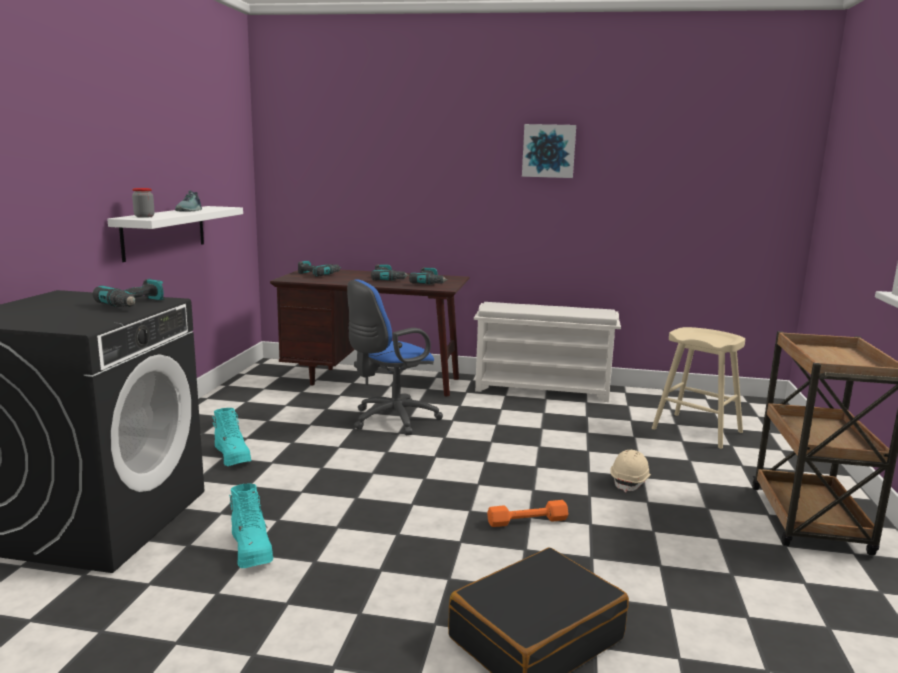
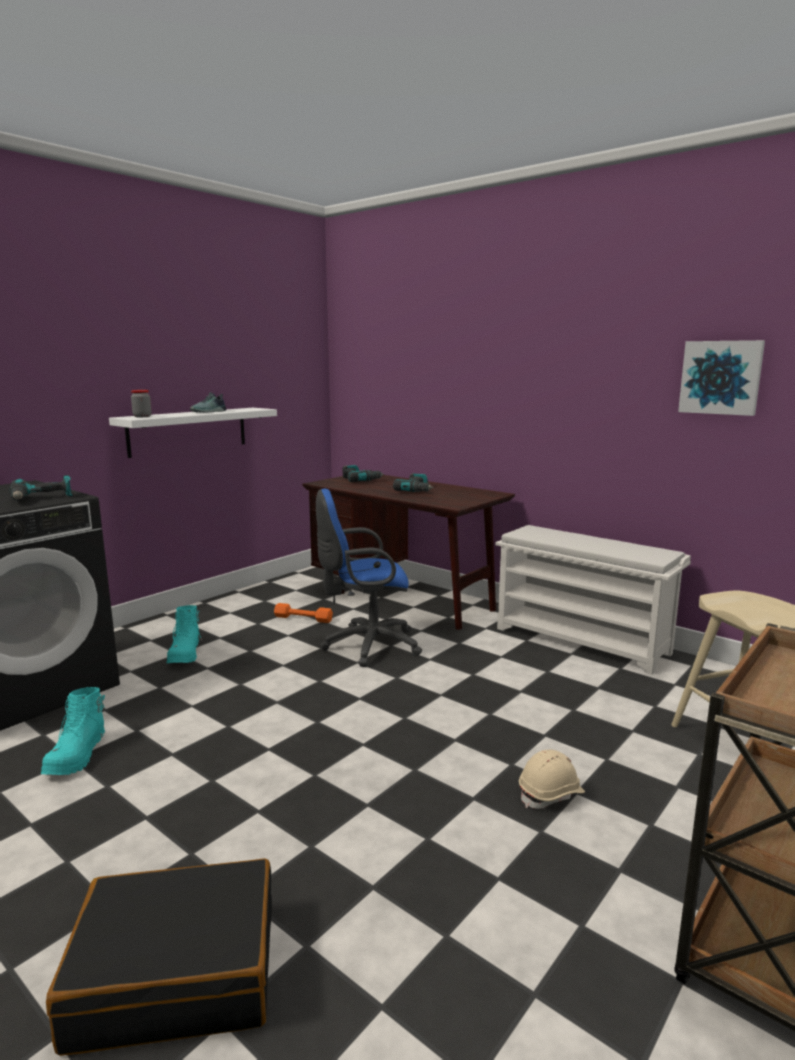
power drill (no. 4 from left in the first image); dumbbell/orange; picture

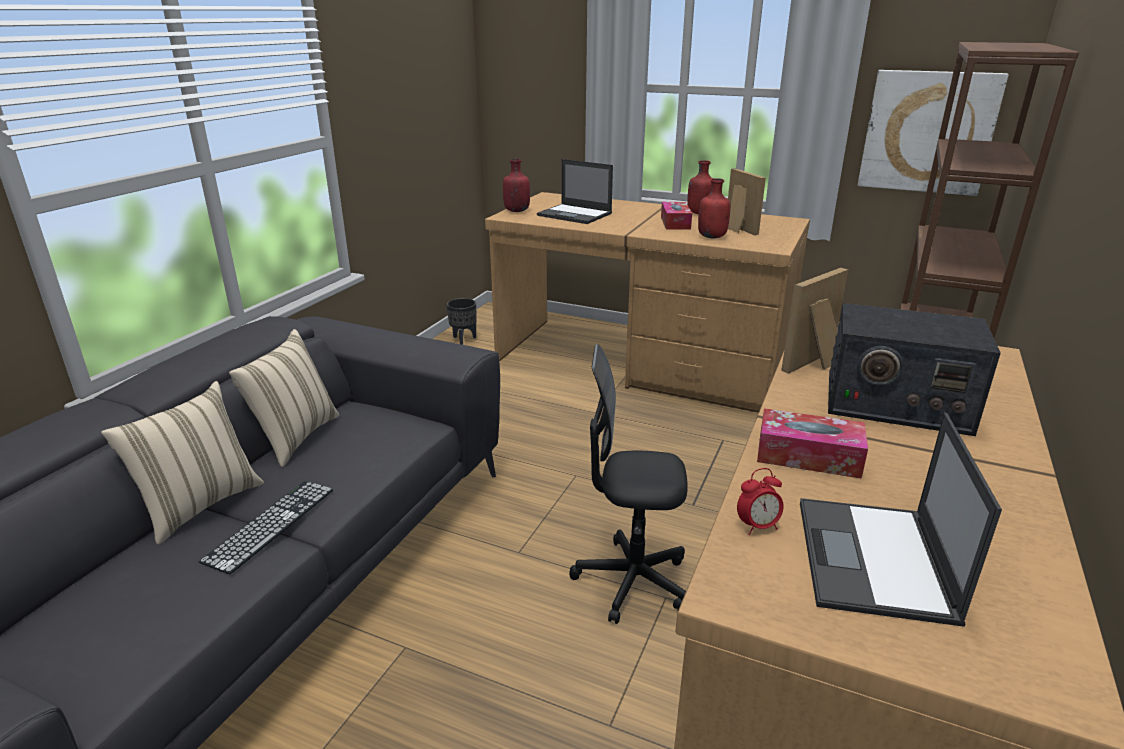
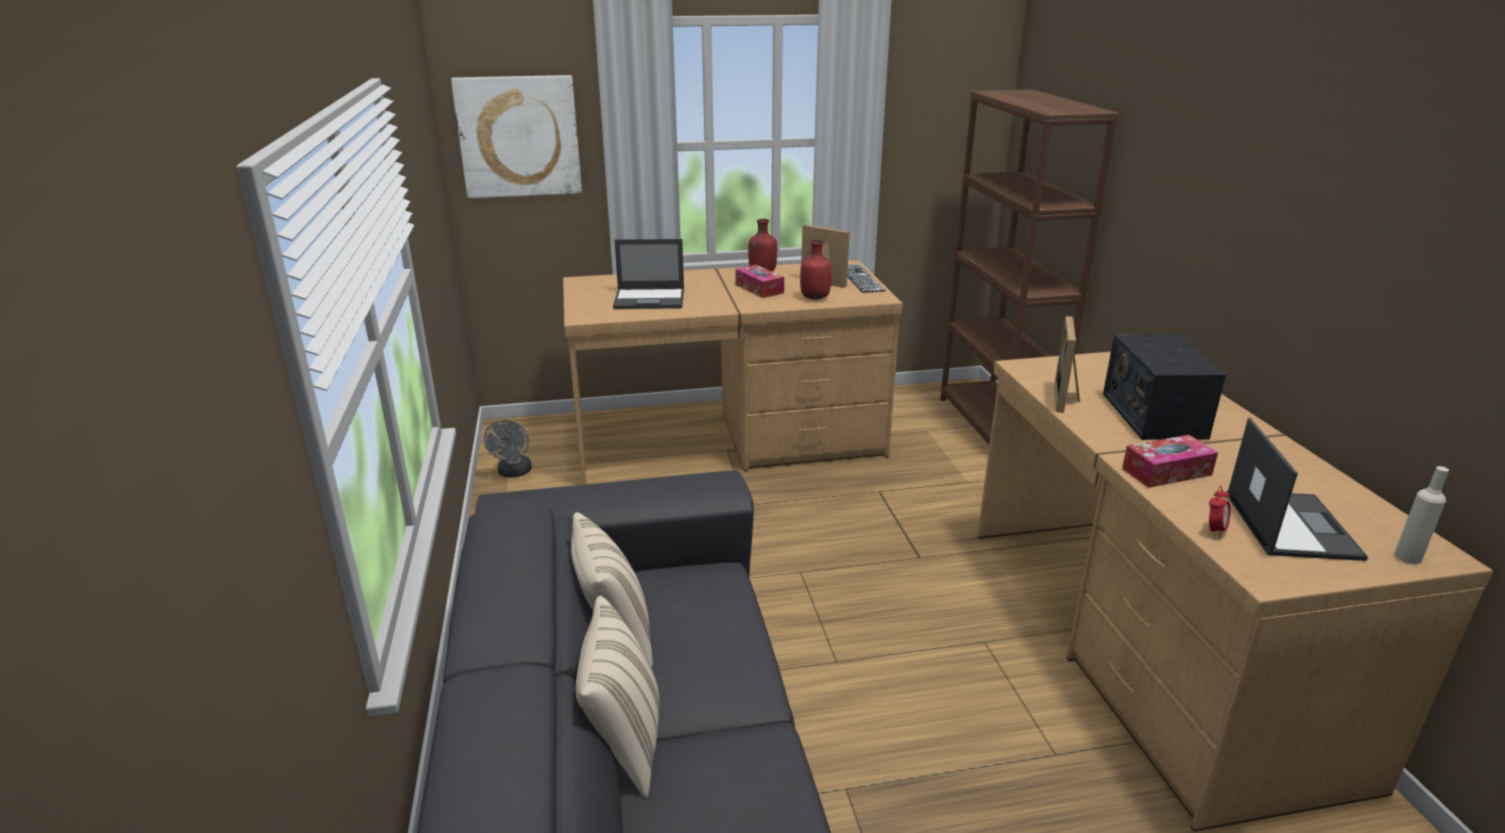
keyboard; fan/grey; bottle/red (no. 1 from left in the first image); office chair/black; laptop (no. 2 from left); radio; picture; bottle/beige

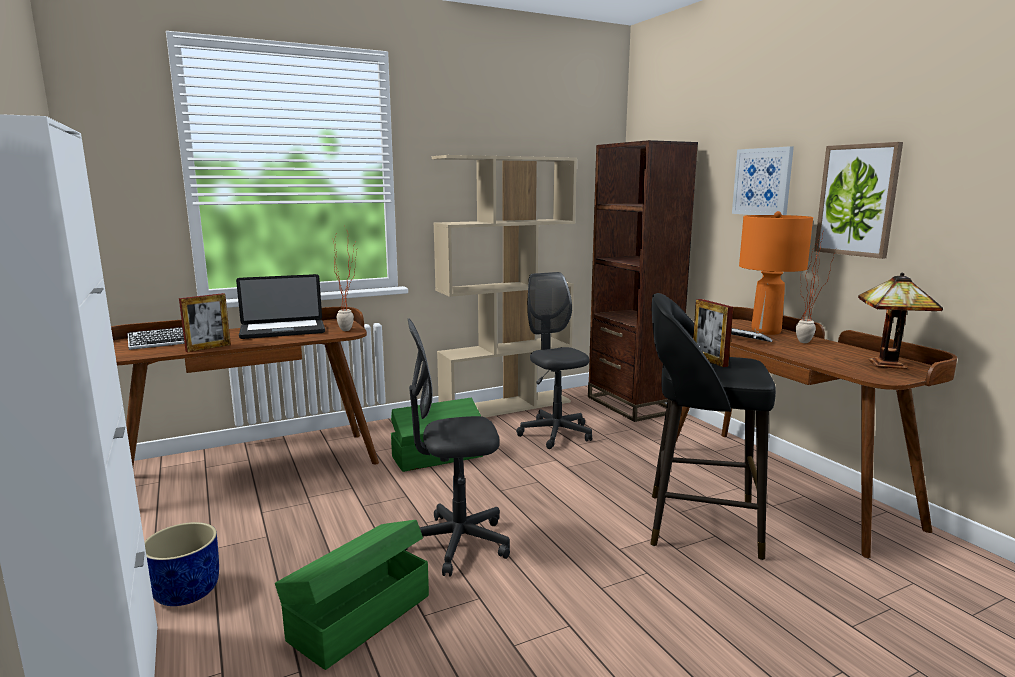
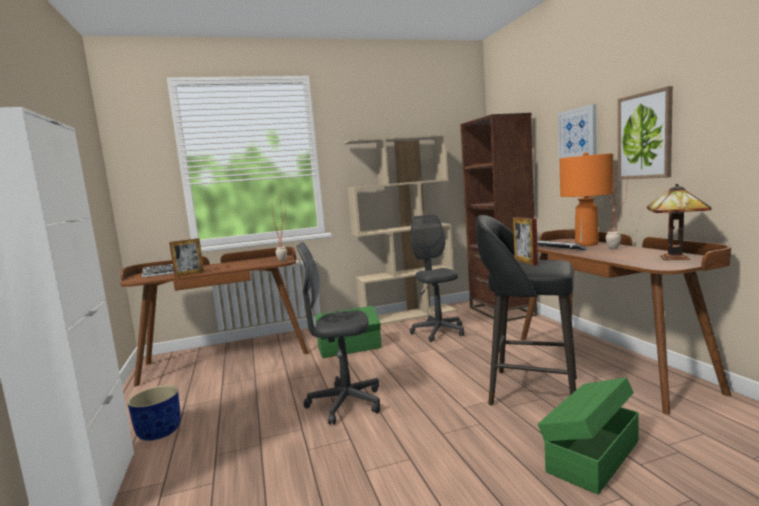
laptop; storage box/green (no. 2 from left)

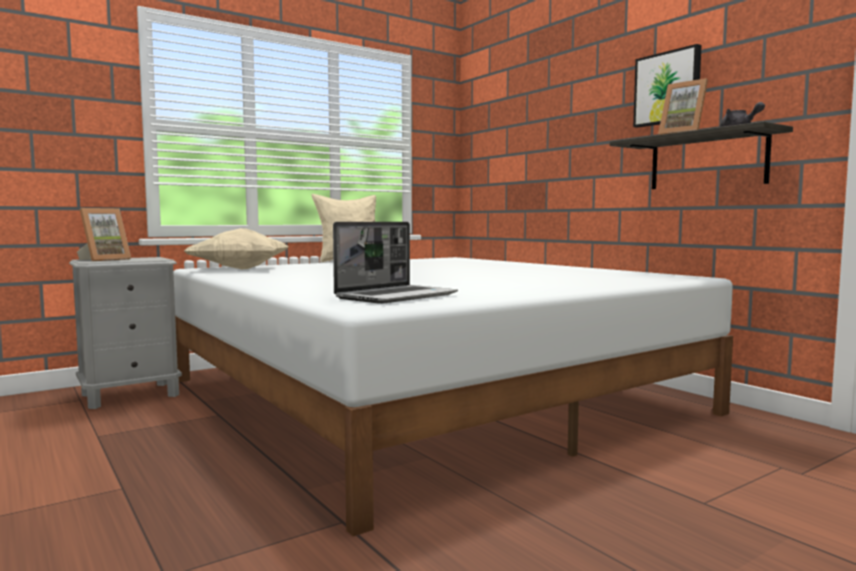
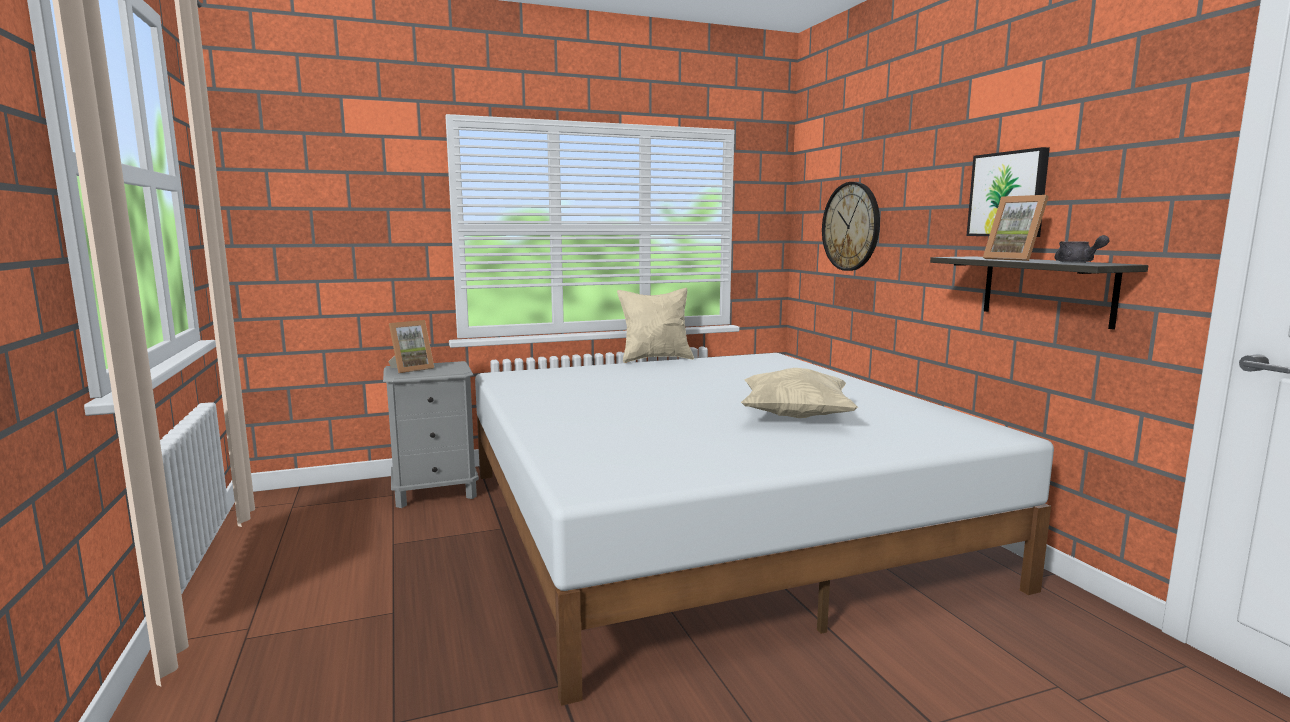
pillow/beige (no. 2 from left); laptop; wall clock

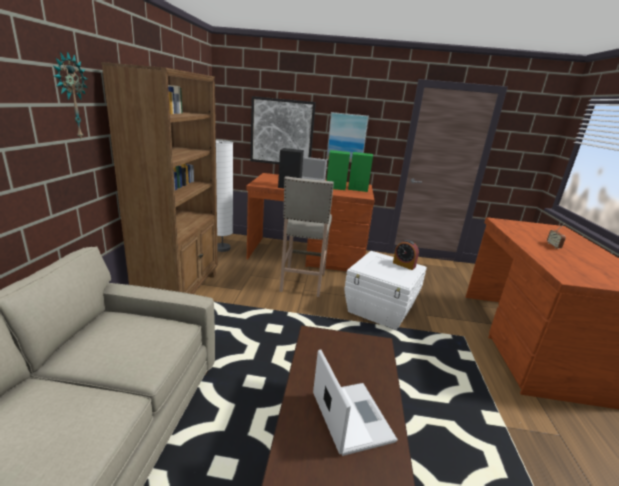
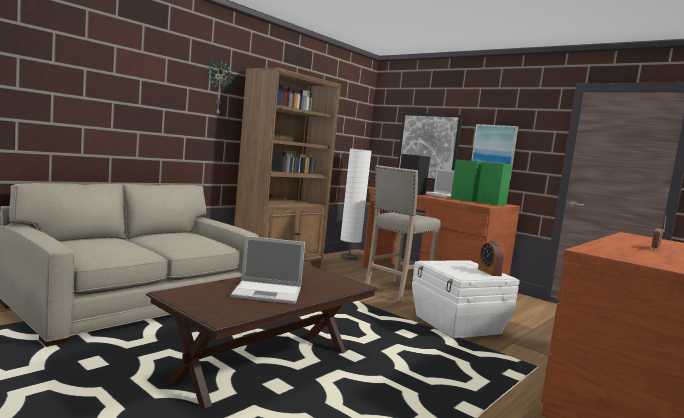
laptop (no. 1 from left)

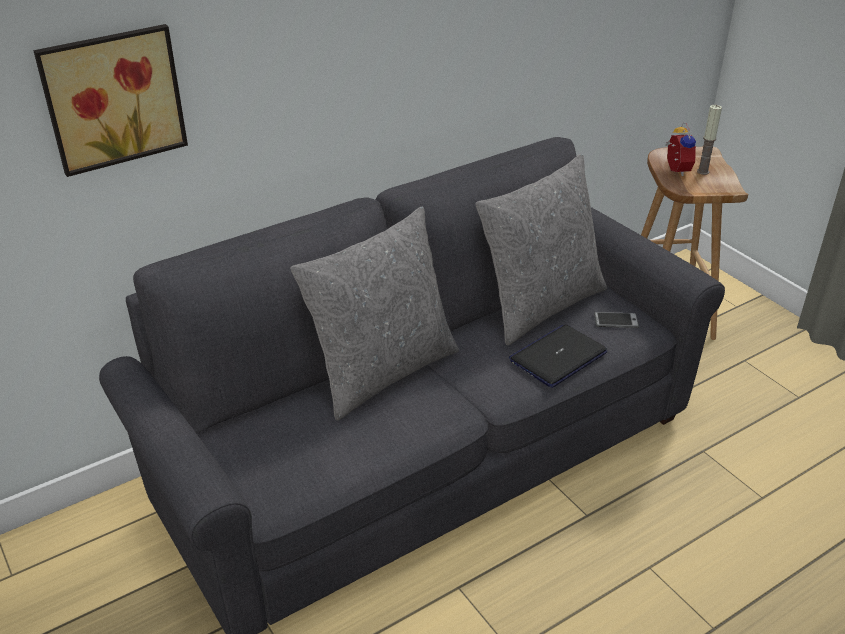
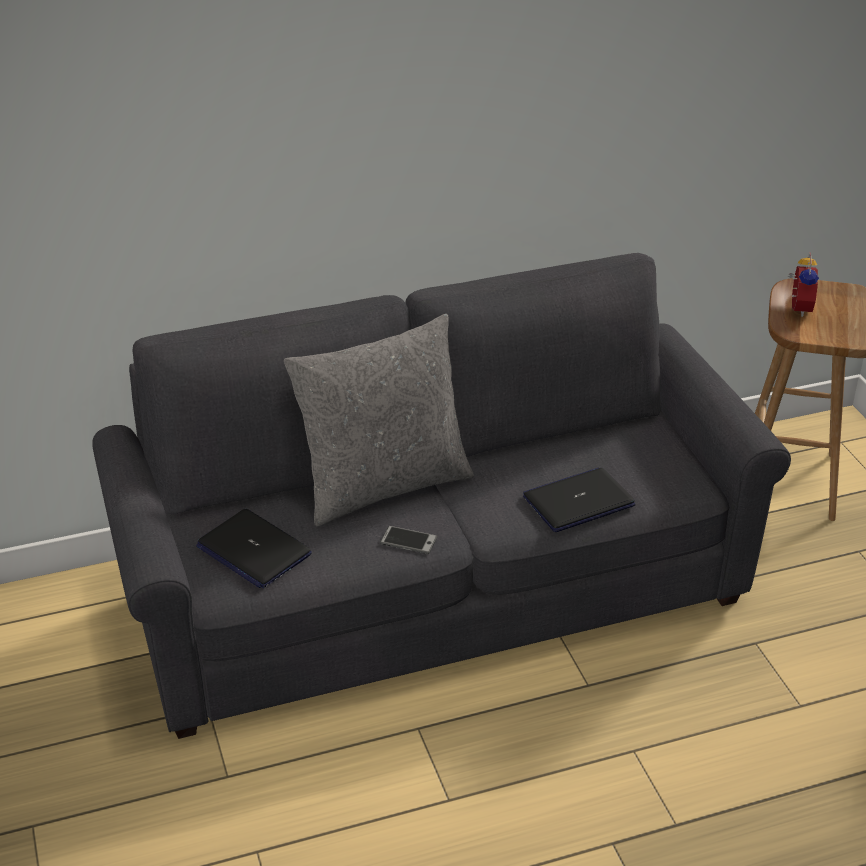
picture; pillow/grey (no. 2 from left in the first image); phone; candle; laptop (no. 1 from left)

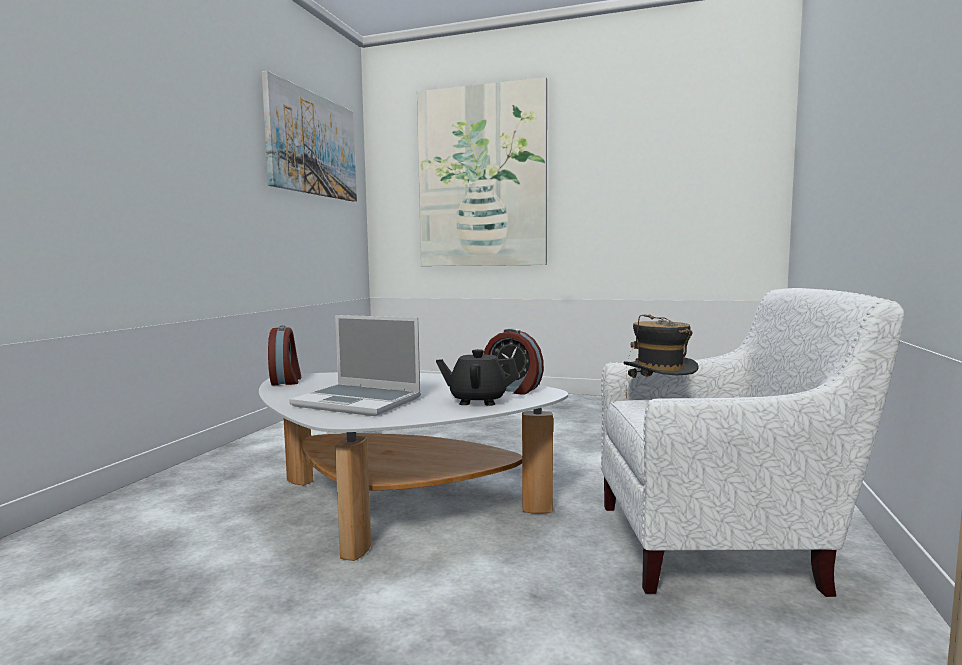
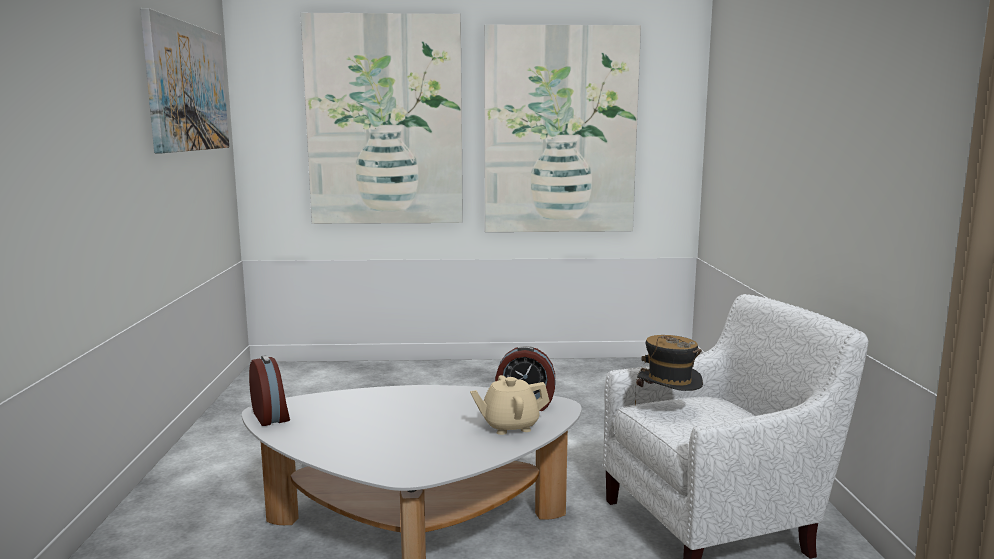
laptop; teapot/beige; picture (no. 3 from left)

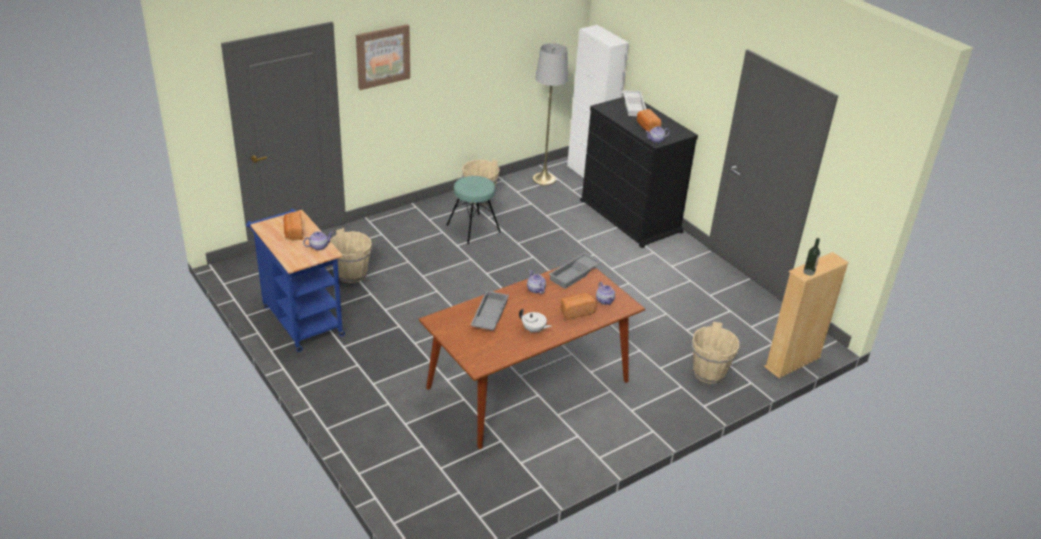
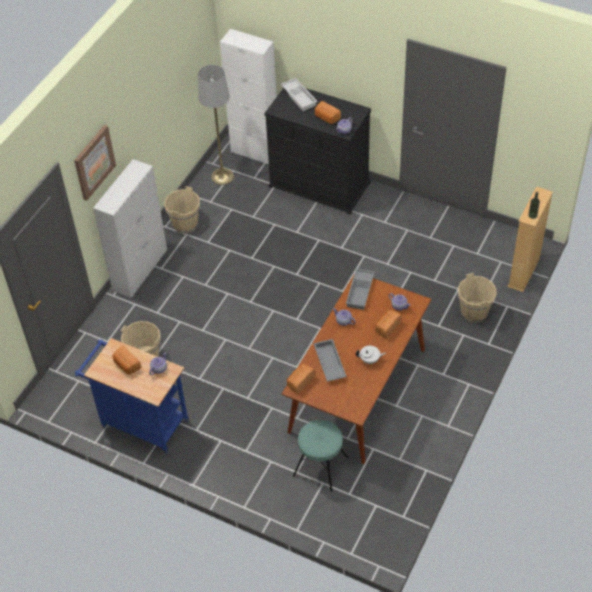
stool/turquoise; cabinet/white (no. 1 from left); bread (no. 2 from left)

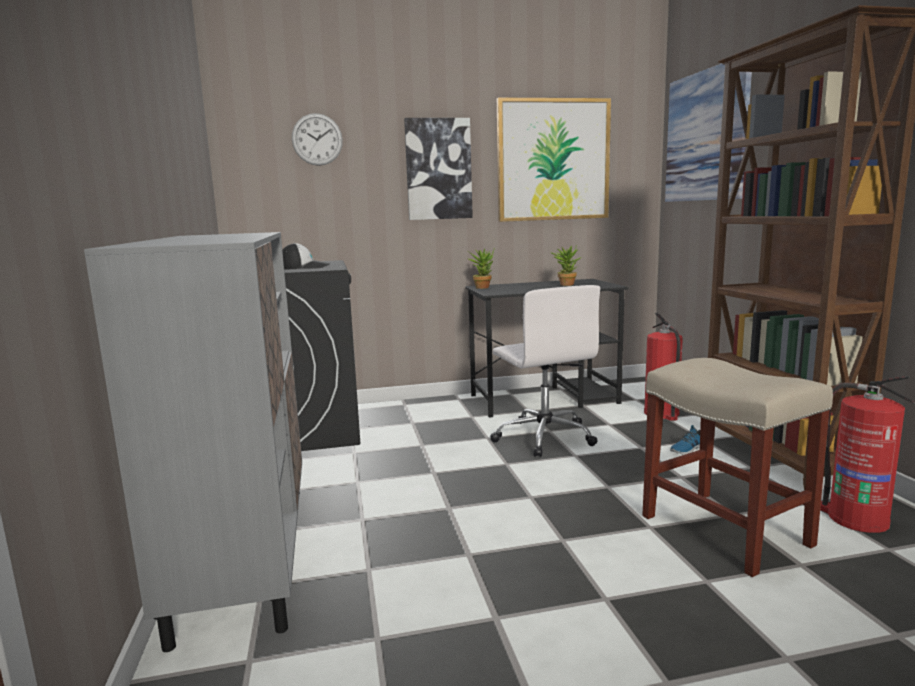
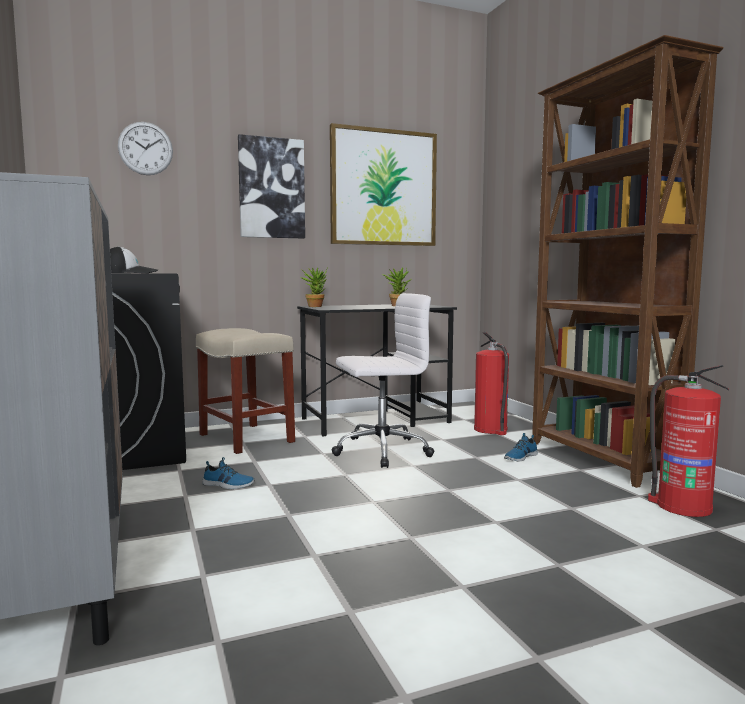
office chair/white; stool/beige; picture (no. 3 from left in the first image); shoe (no. 1 from left)

